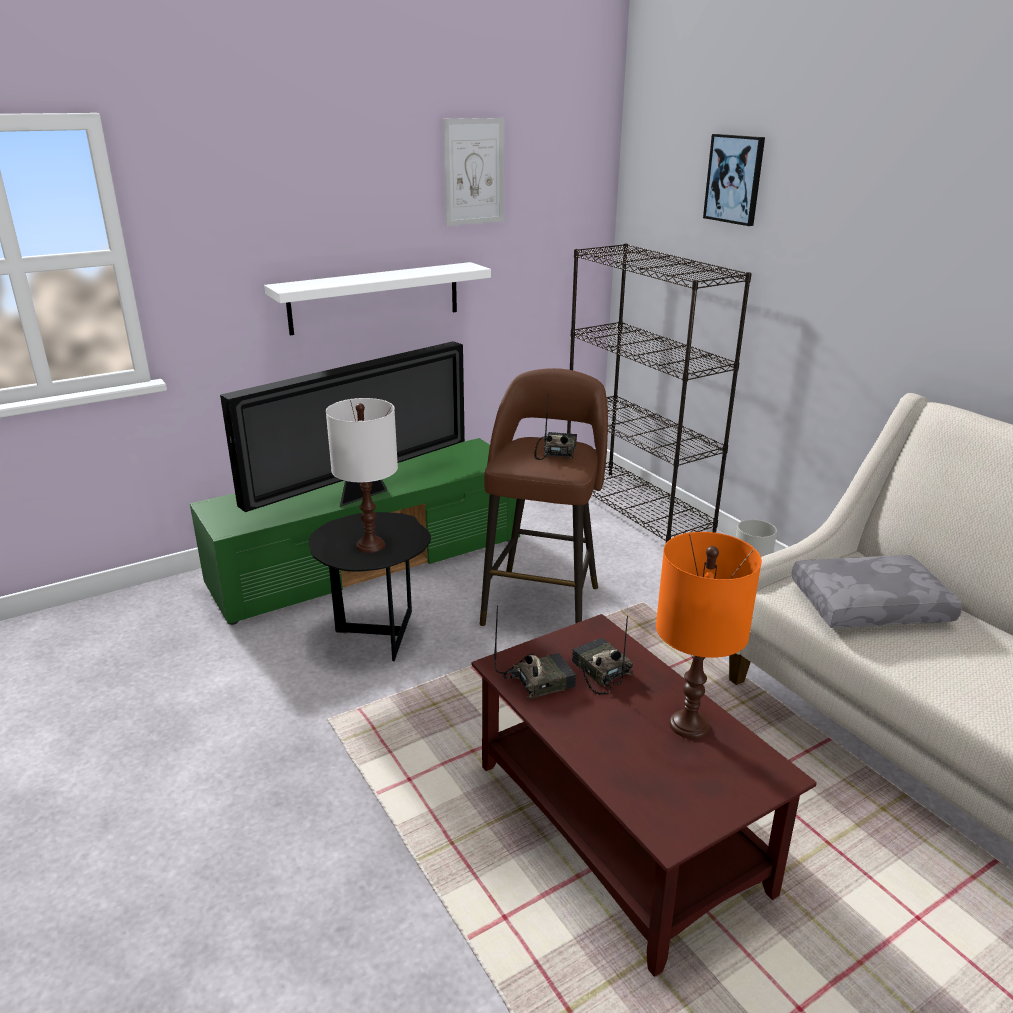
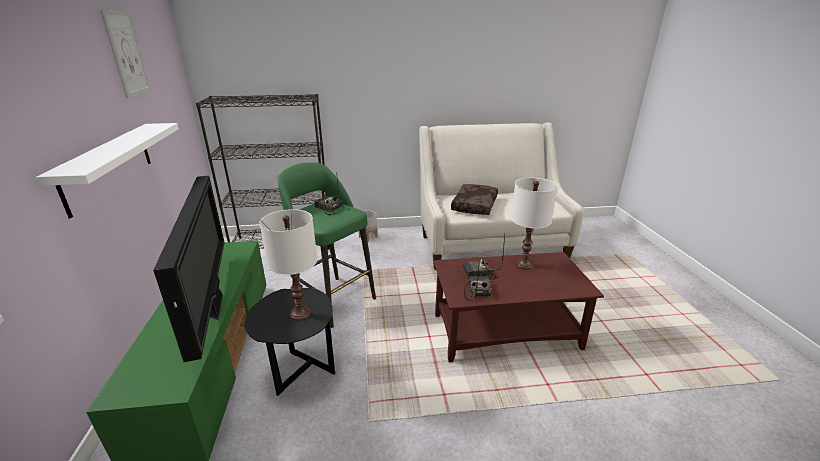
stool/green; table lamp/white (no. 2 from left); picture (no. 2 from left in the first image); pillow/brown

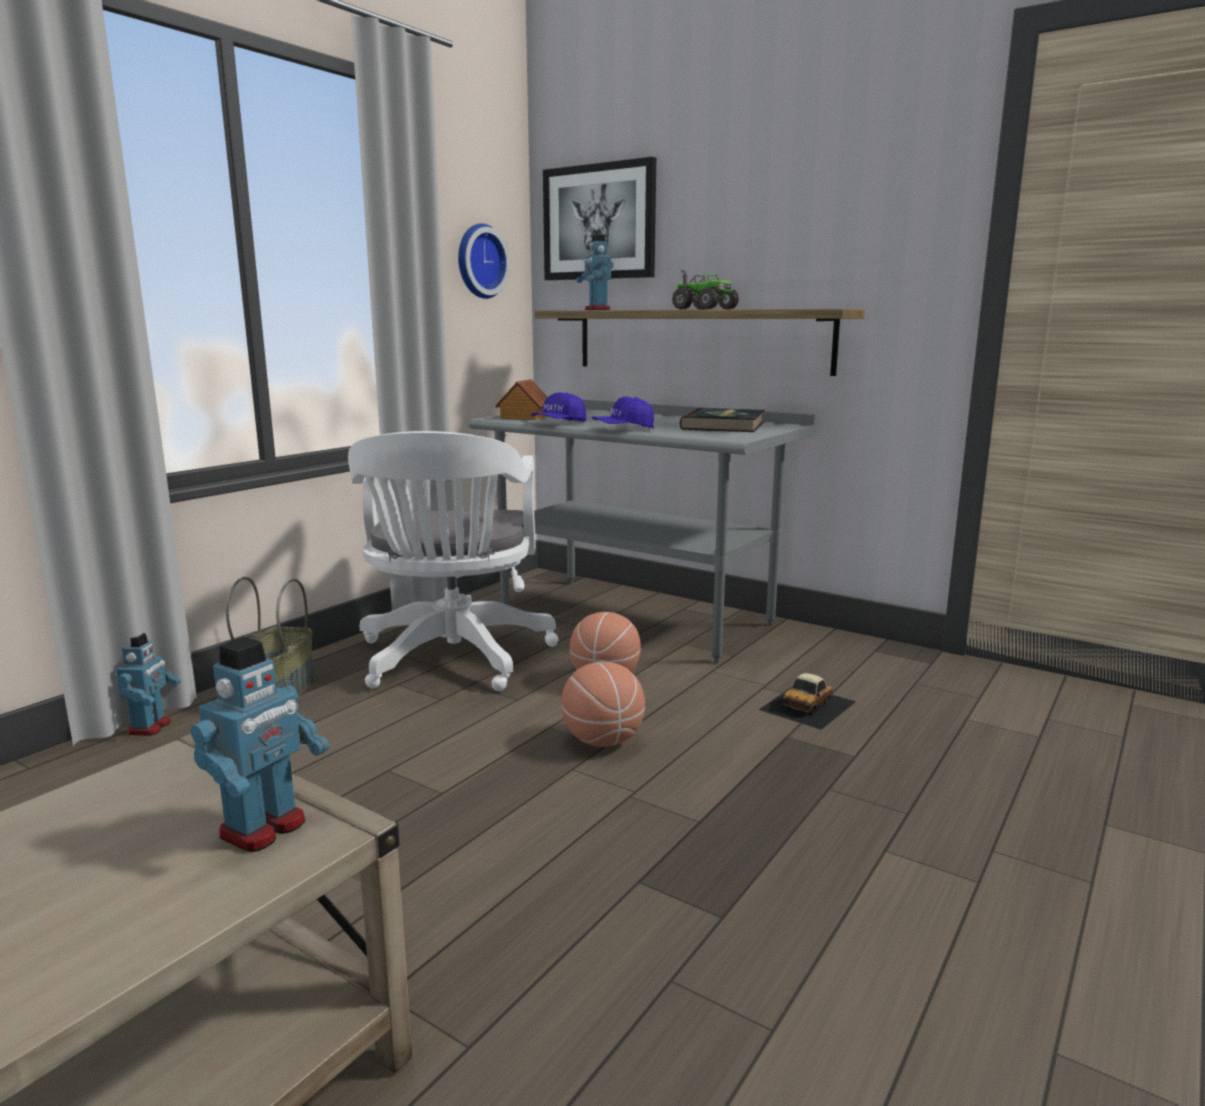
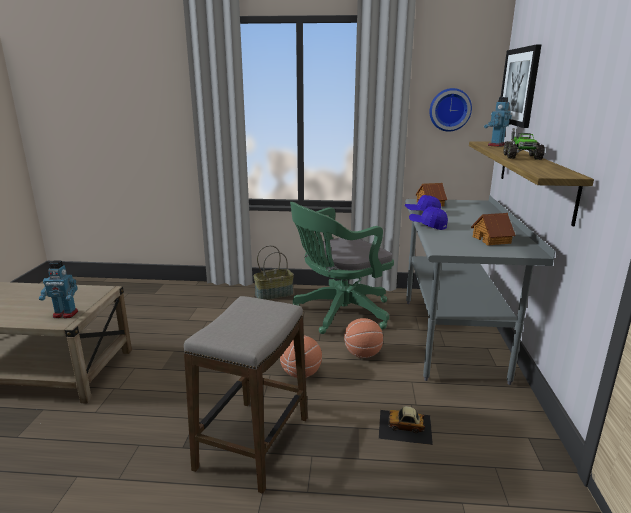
toy robot (no. 1 from left in the first image); office chair/green; toy house (no. 2 from left); stool

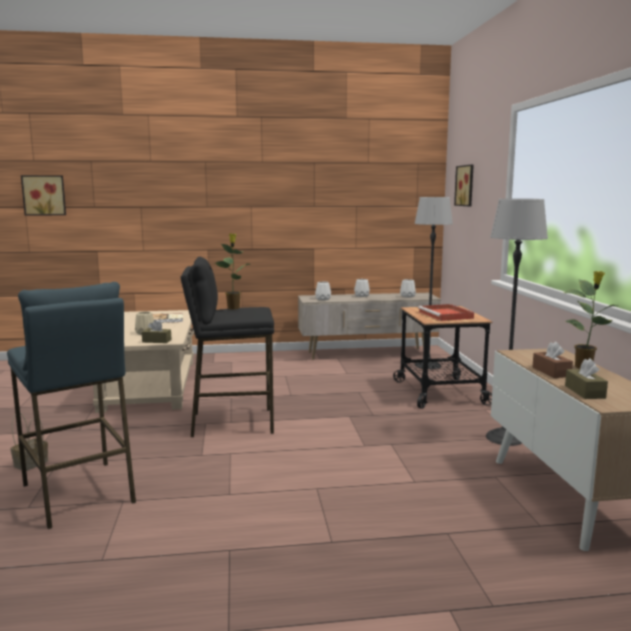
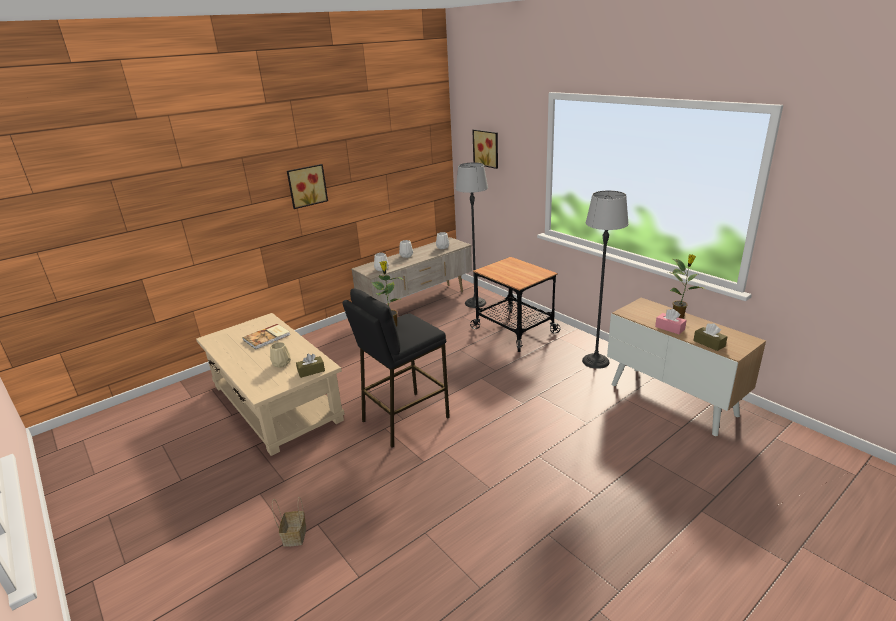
stool/blue; picture (no. 1 from left); tray/red; tissue box/pink

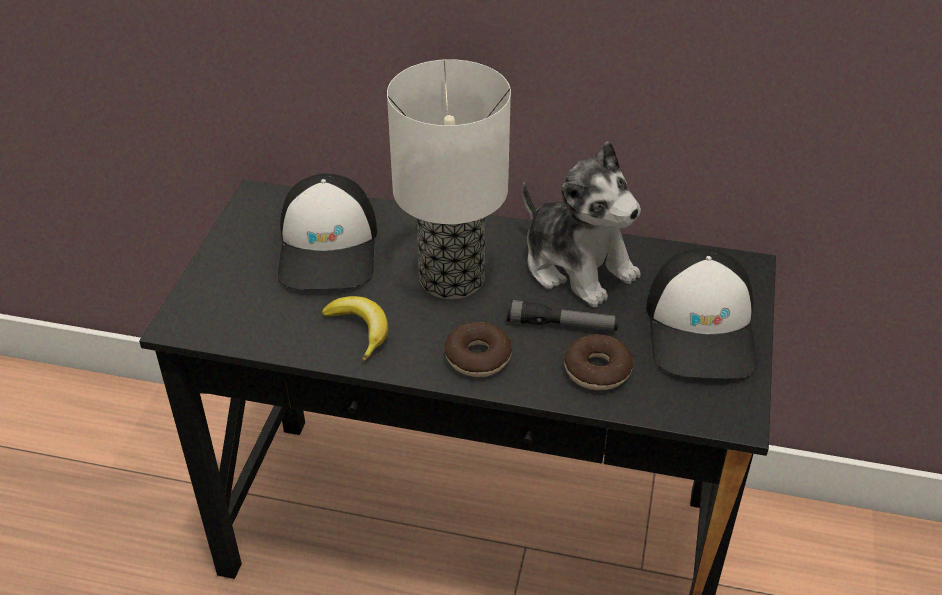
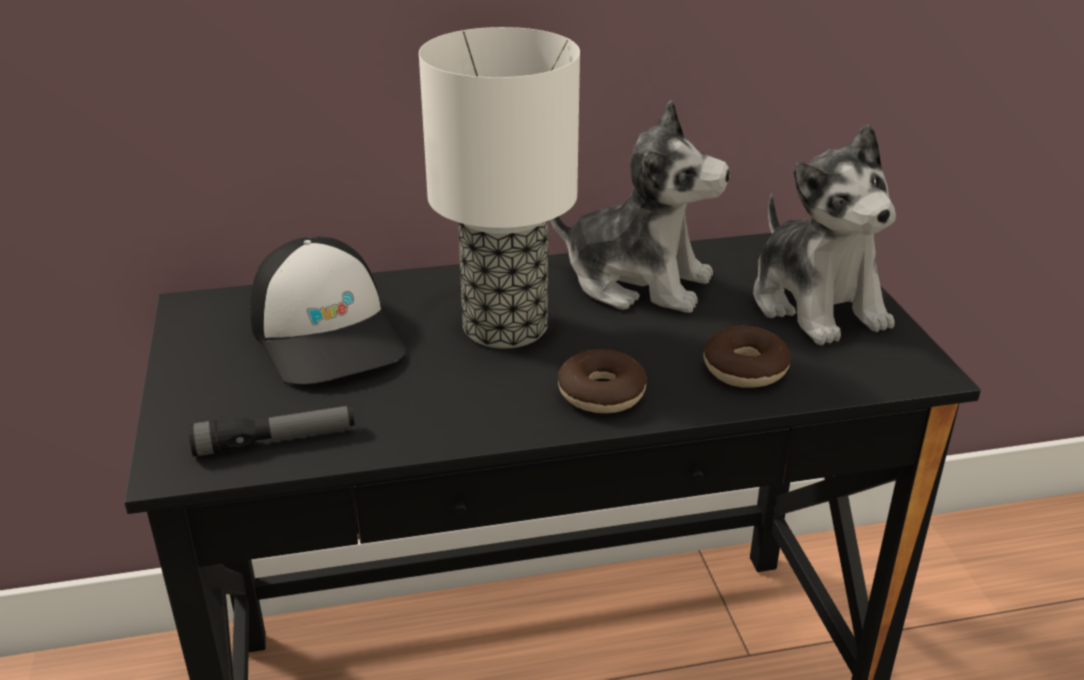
banana; flashlight; plush toy (no. 2 from left)

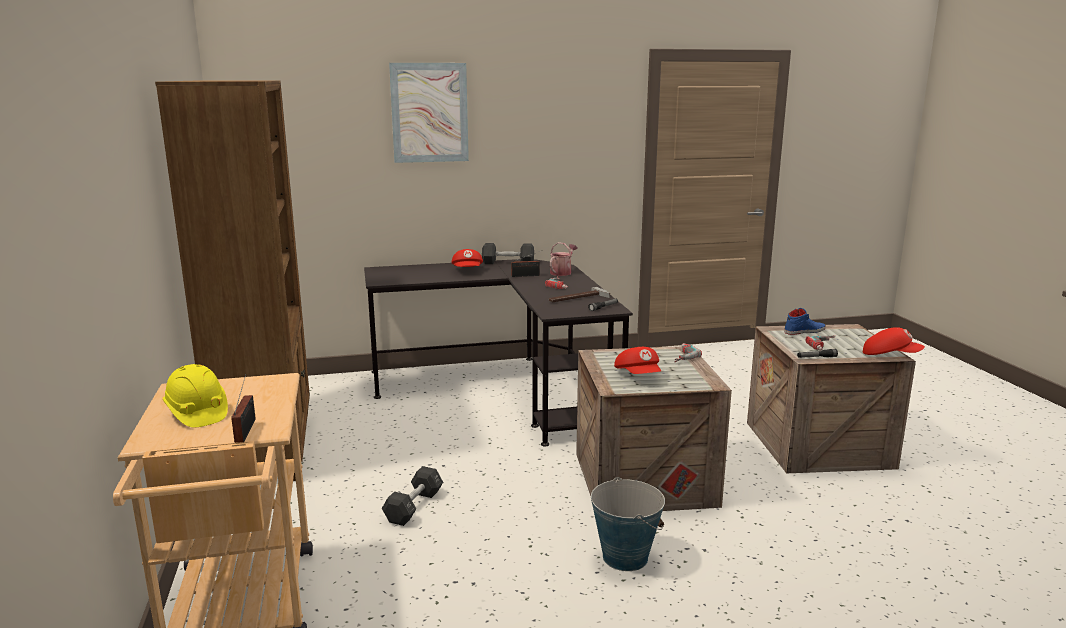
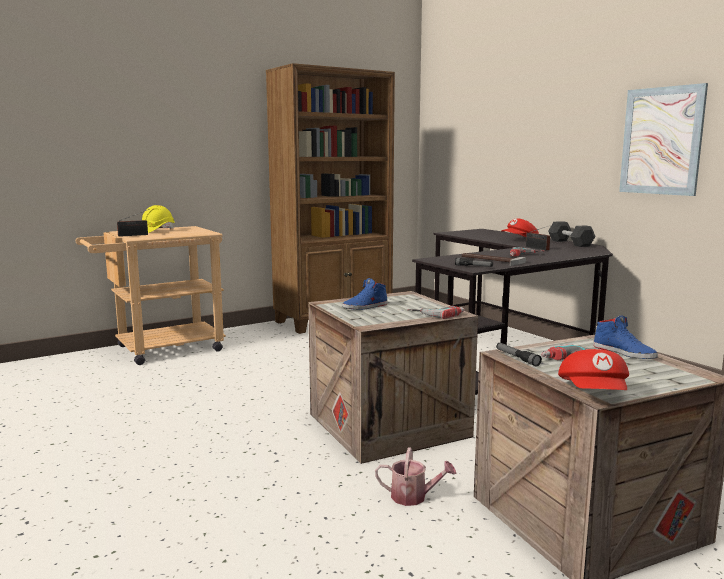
dumbbell/black (no. 1 from left in the first image); picture; watering can; bucket; shoe/blue (no. 1 from left)

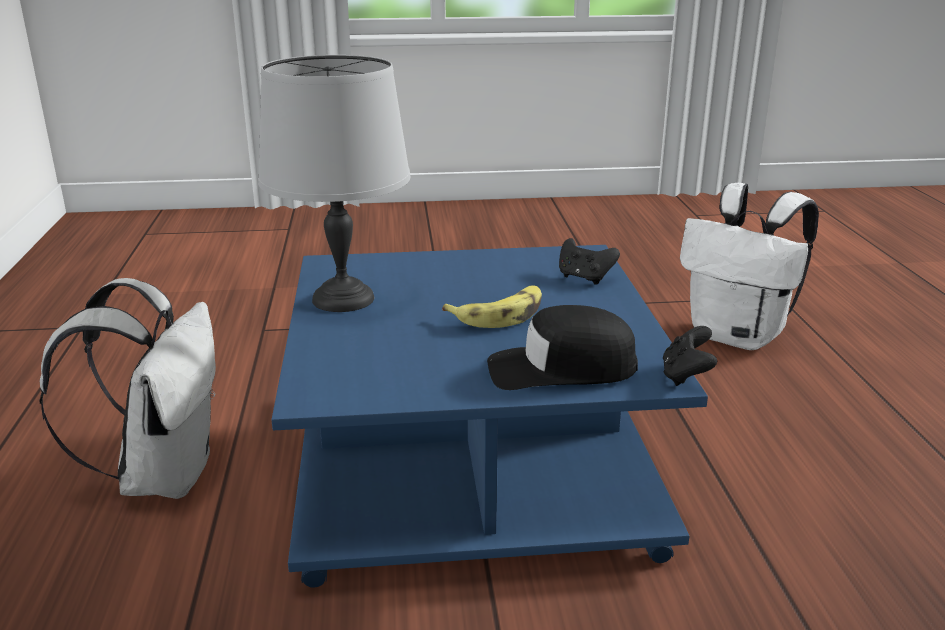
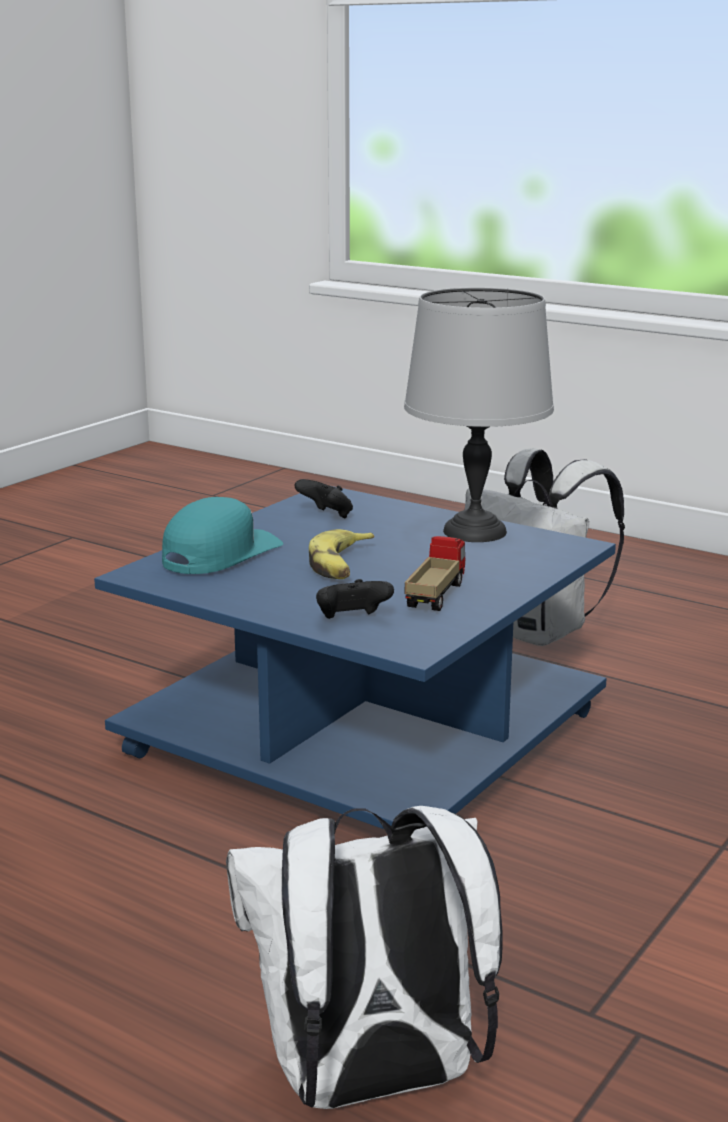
cap/turquoise; game controller/black (no. 1 from left); toy truck

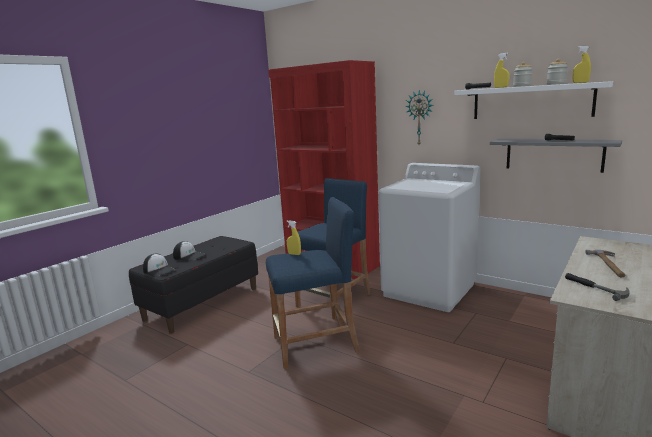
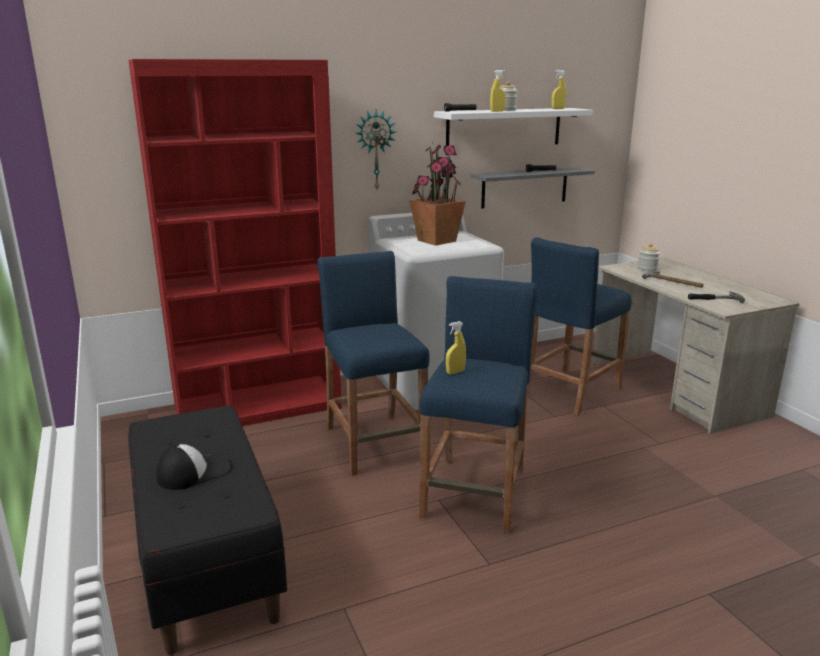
cap (no. 1 from left in the first image); jar (no. 2 from left); potted plant; stool/blue (no. 3 from left)

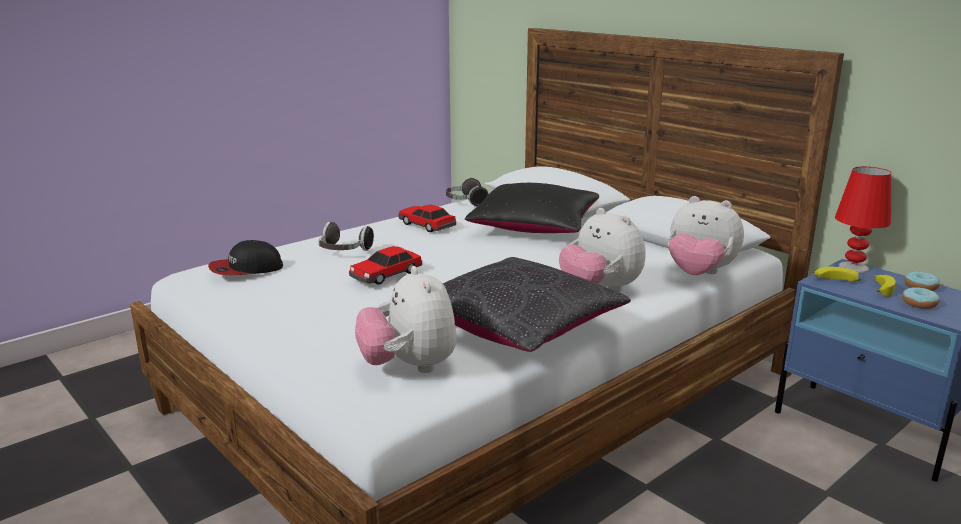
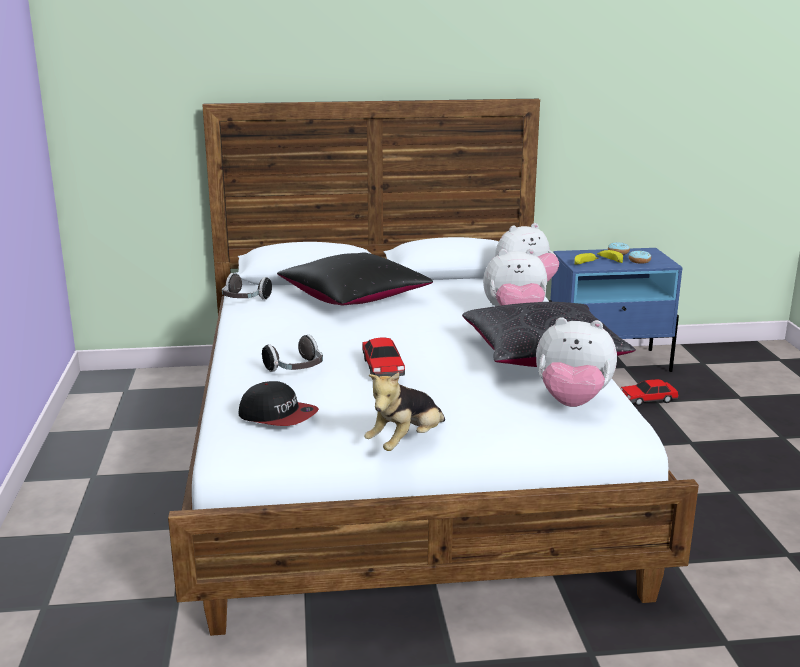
cap; toy car (no. 2 from left); table lamp/red; plush toy (no. 1 from left)

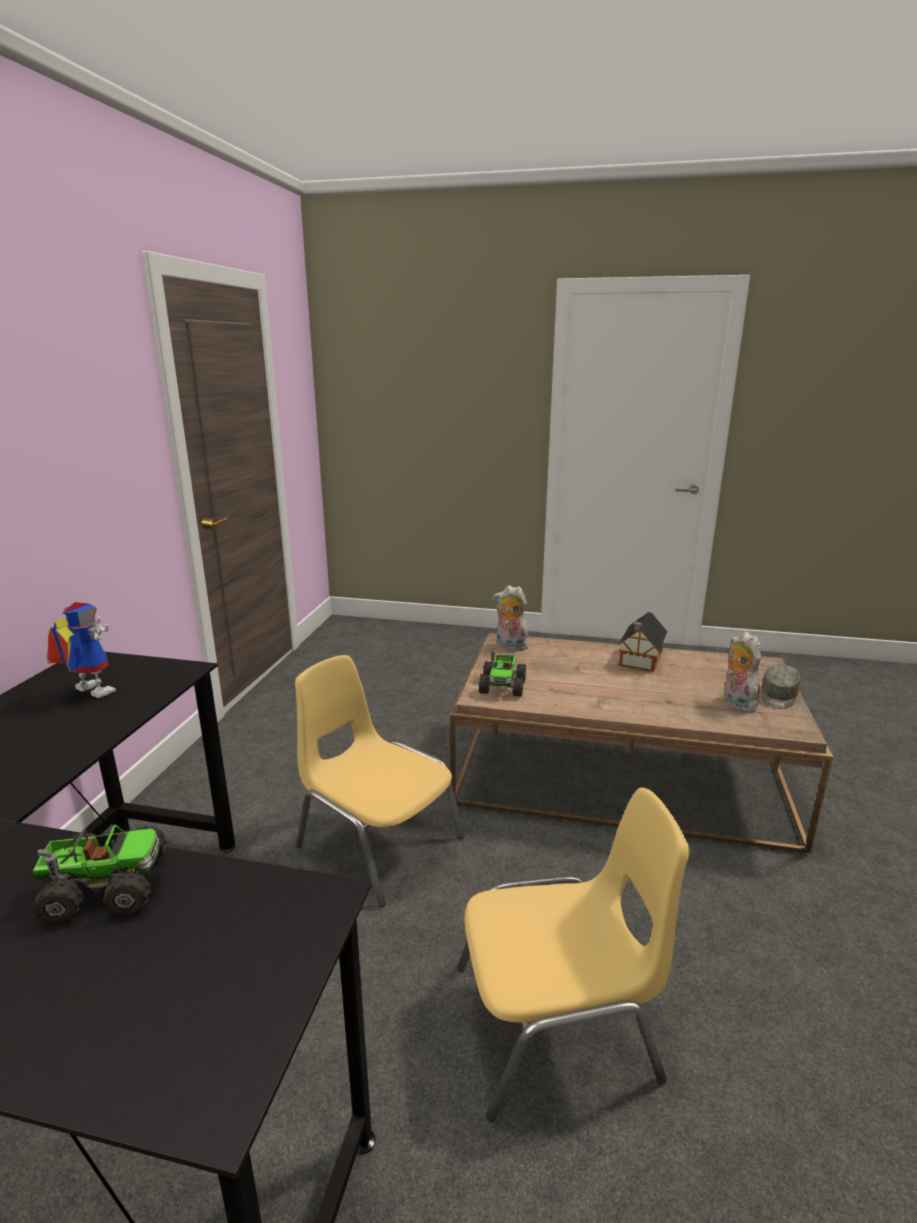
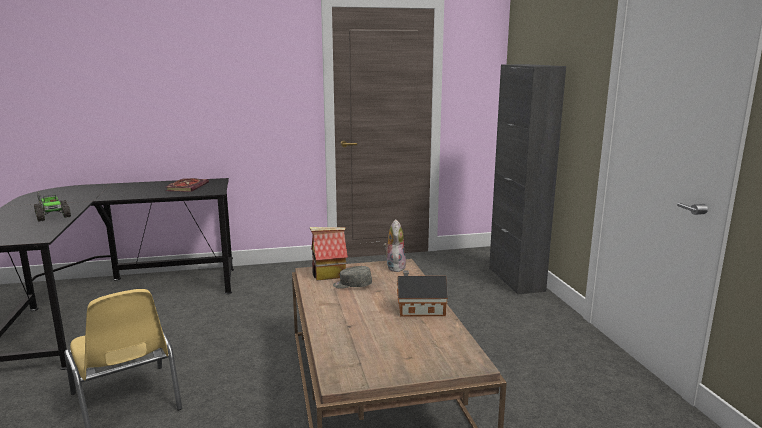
book; chair/yellow (no. 1 from left in the first image); toy house (no. 1 from left); plush toy (no. 2 from left in the first image); cap/grey; cabinet/black

